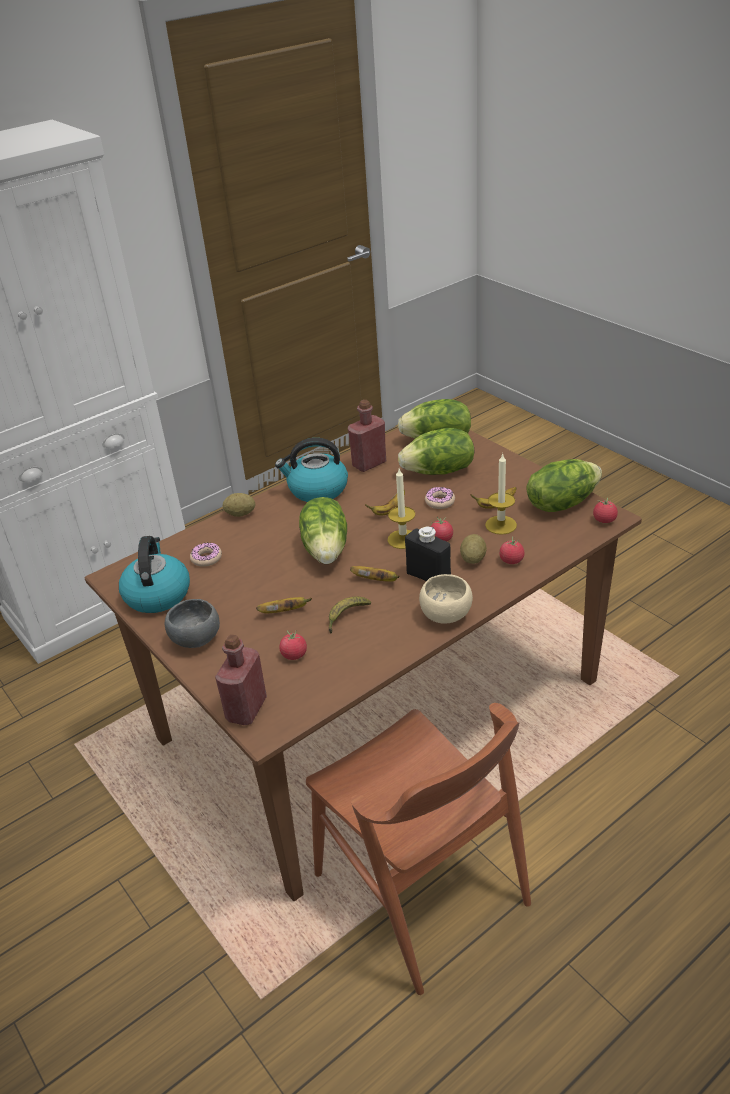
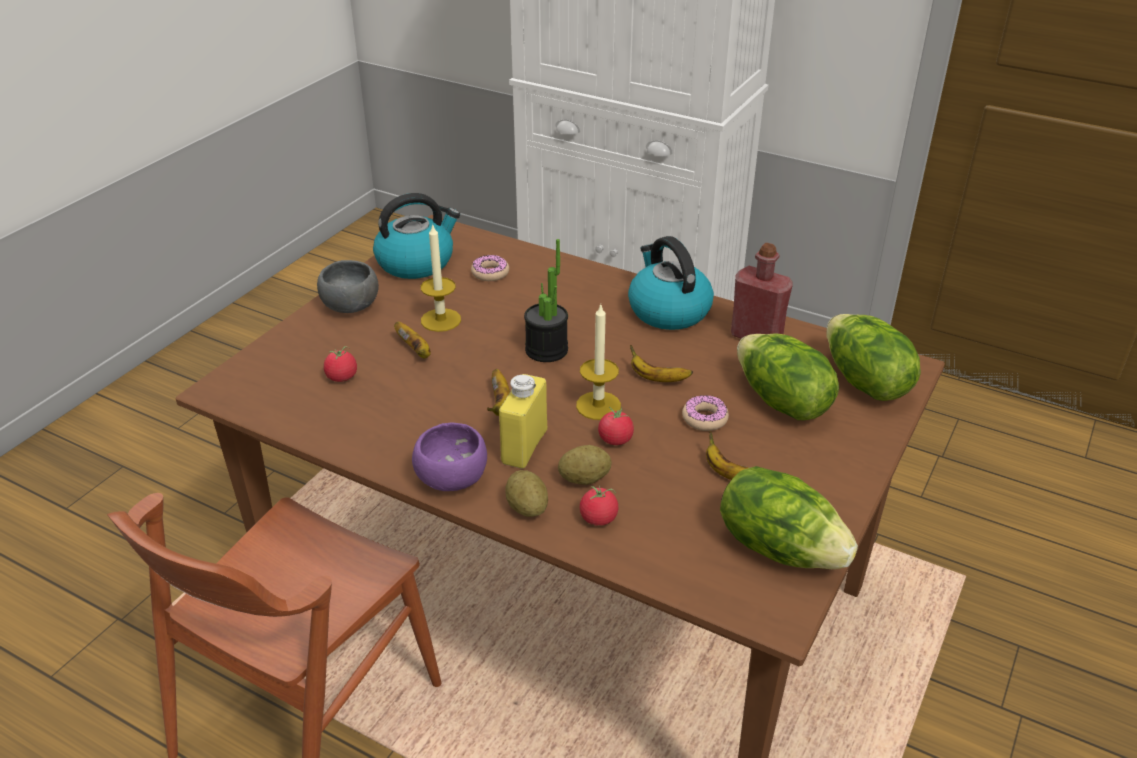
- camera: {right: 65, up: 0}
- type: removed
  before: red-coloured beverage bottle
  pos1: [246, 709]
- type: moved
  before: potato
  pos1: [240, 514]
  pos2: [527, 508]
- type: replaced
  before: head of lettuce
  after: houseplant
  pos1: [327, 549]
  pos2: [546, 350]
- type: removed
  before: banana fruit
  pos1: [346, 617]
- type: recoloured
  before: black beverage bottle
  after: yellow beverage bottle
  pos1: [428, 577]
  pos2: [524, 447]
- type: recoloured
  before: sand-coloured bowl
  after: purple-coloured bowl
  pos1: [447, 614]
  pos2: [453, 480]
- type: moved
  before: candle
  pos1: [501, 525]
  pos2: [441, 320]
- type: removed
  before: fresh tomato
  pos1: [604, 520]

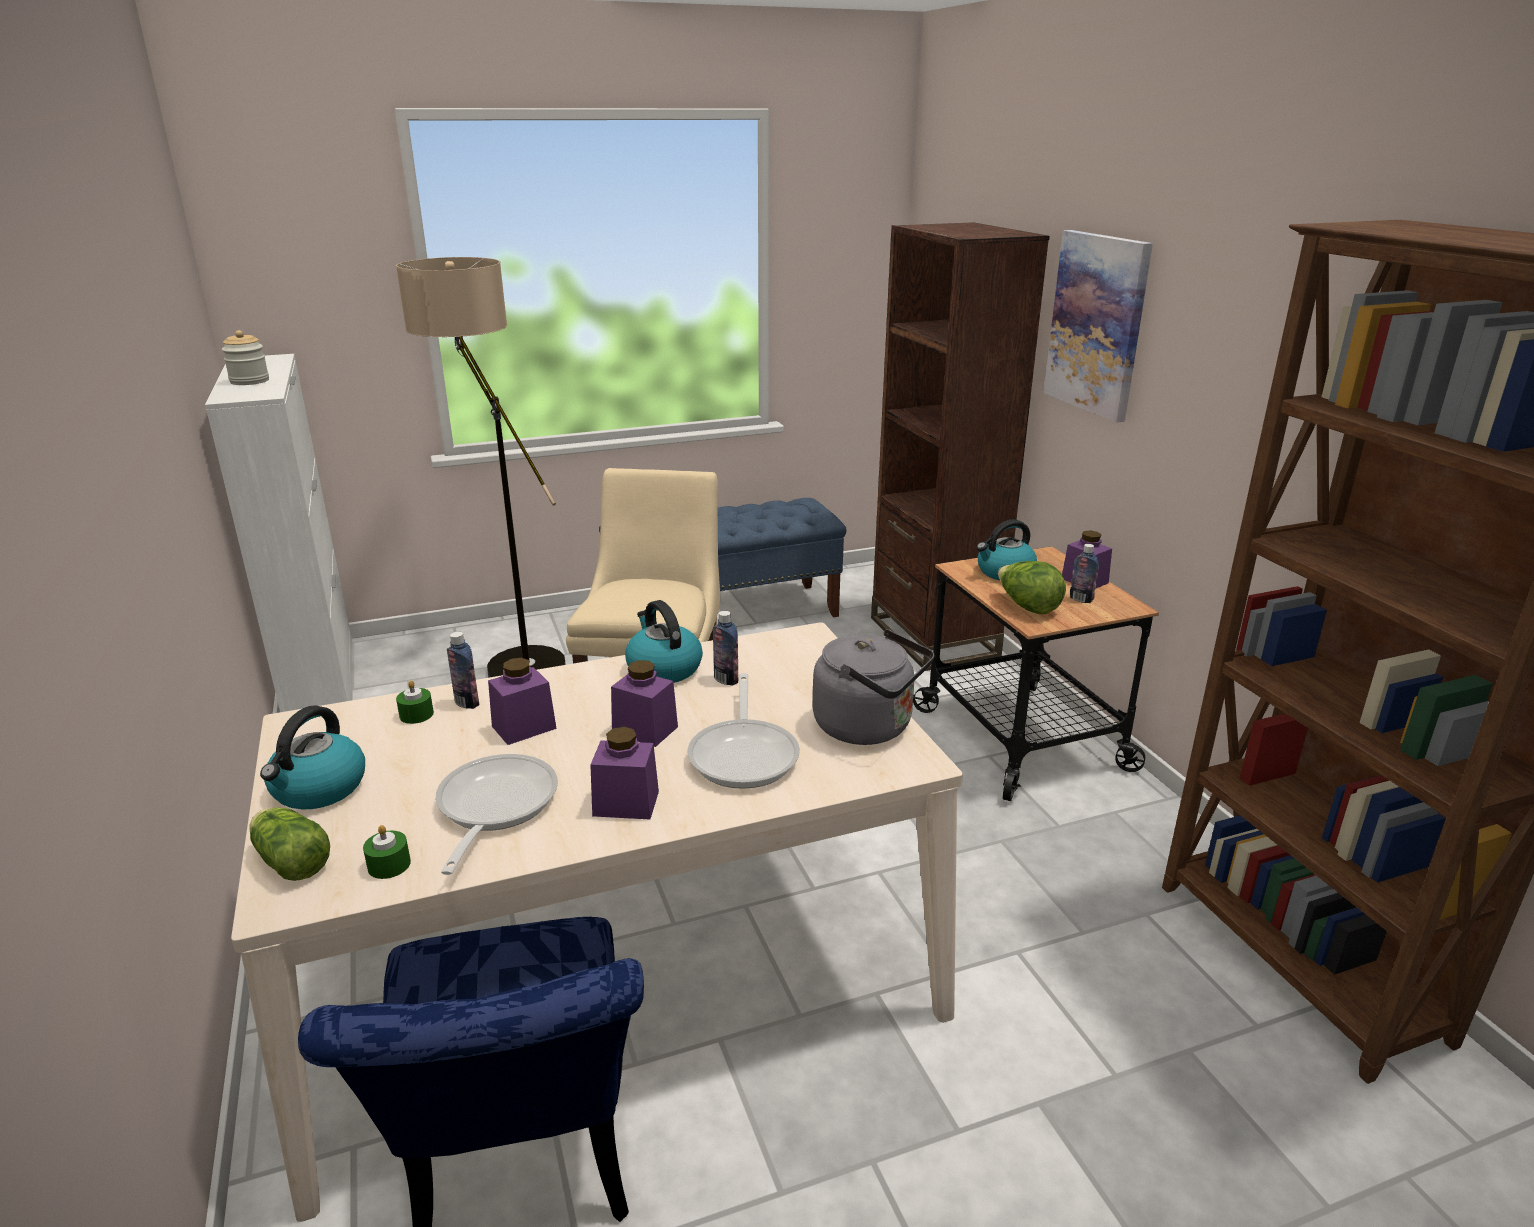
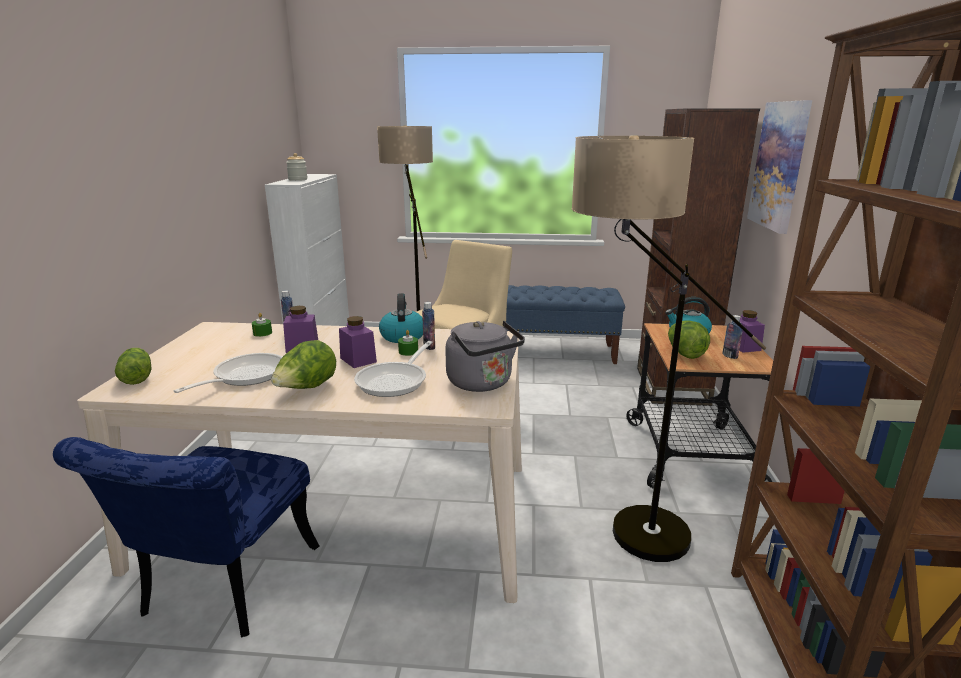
- camera: {right: 25, up: -5}
- type: removed
  before: tea kettle
  pos1: [318, 789]
- type: moved
  before: green candle
  pos1: [389, 865]
  pos2: [408, 352]
- type: replaced
  before: purple-coloured storage jar
  after: head of lettuce
  pos1: [626, 803]
  pos2: [307, 389]
- type: added
  after: floor lamp
  pos2: [621, 538]

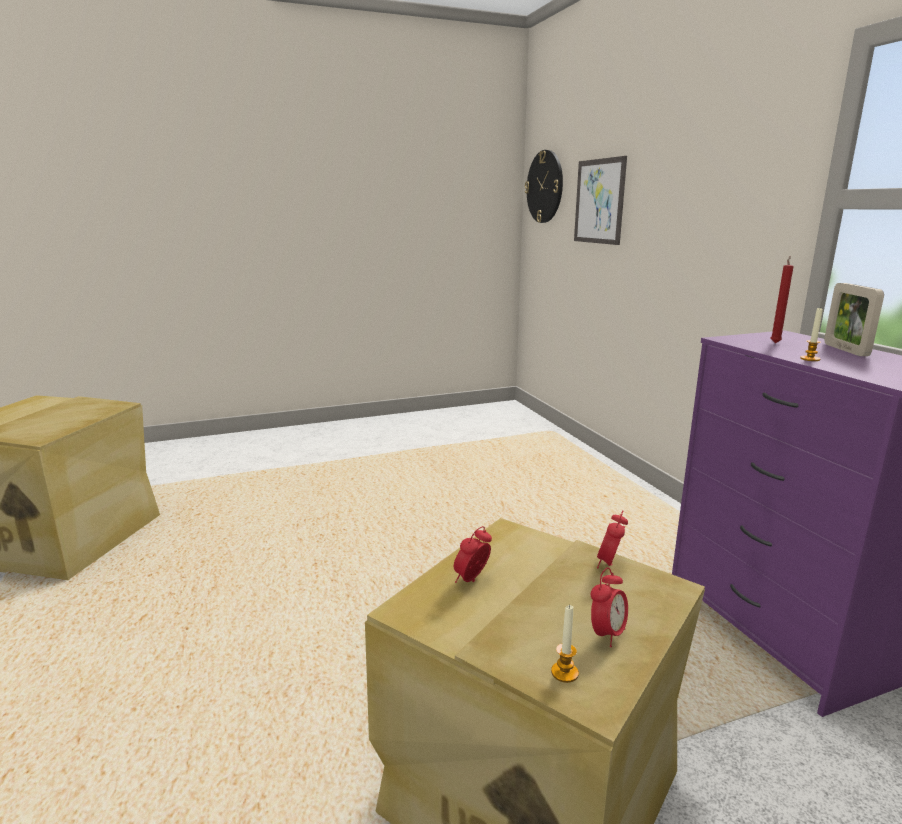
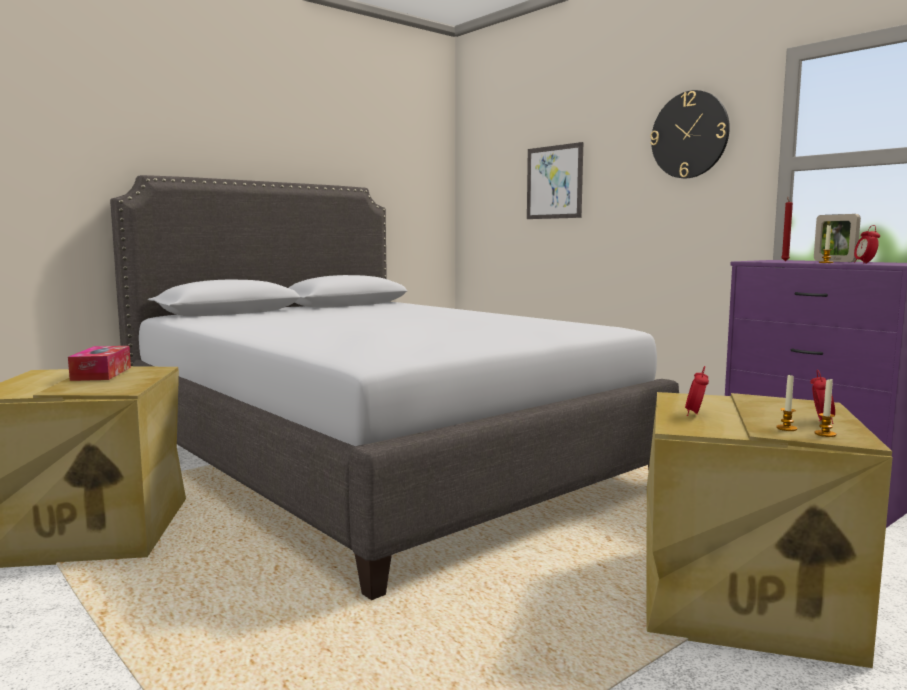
- camera: {right: -20, up: -10}
- type: moved
  before: hanging clock
  pos1: [545, 187]
  pos2: [689, 135]
- type: moved
  before: table clock
  pos1: [609, 564]
  pos2: [865, 263]
- type: added
  after: tissue holder
  pos2: [101, 373]
- type: added
  after: greyish bedroom bed
  pos2: [374, 461]
- type: added
  after: candle
  pos2: [786, 428]

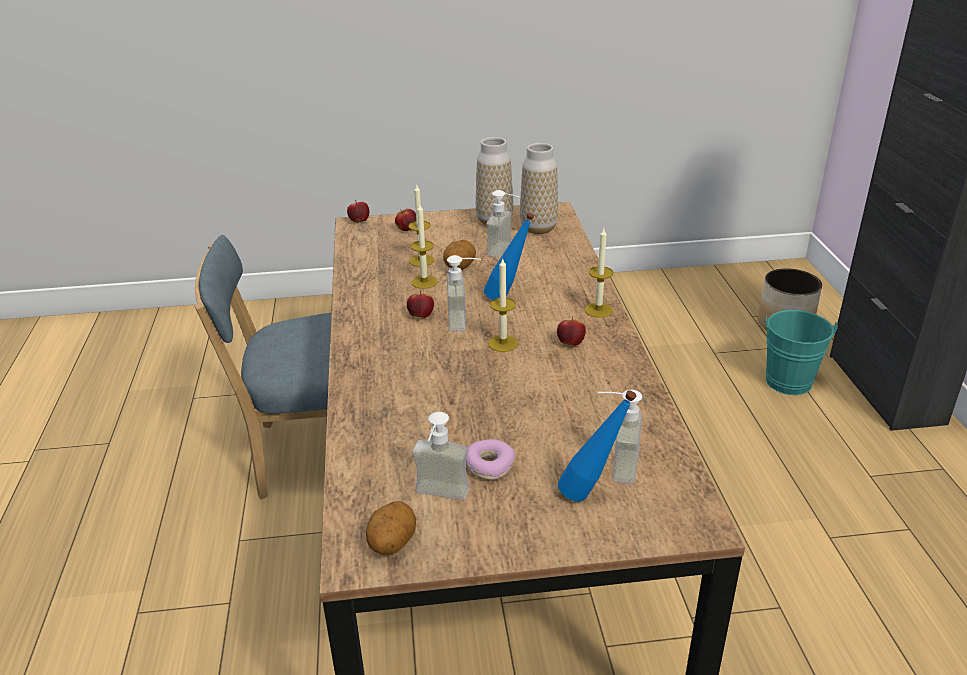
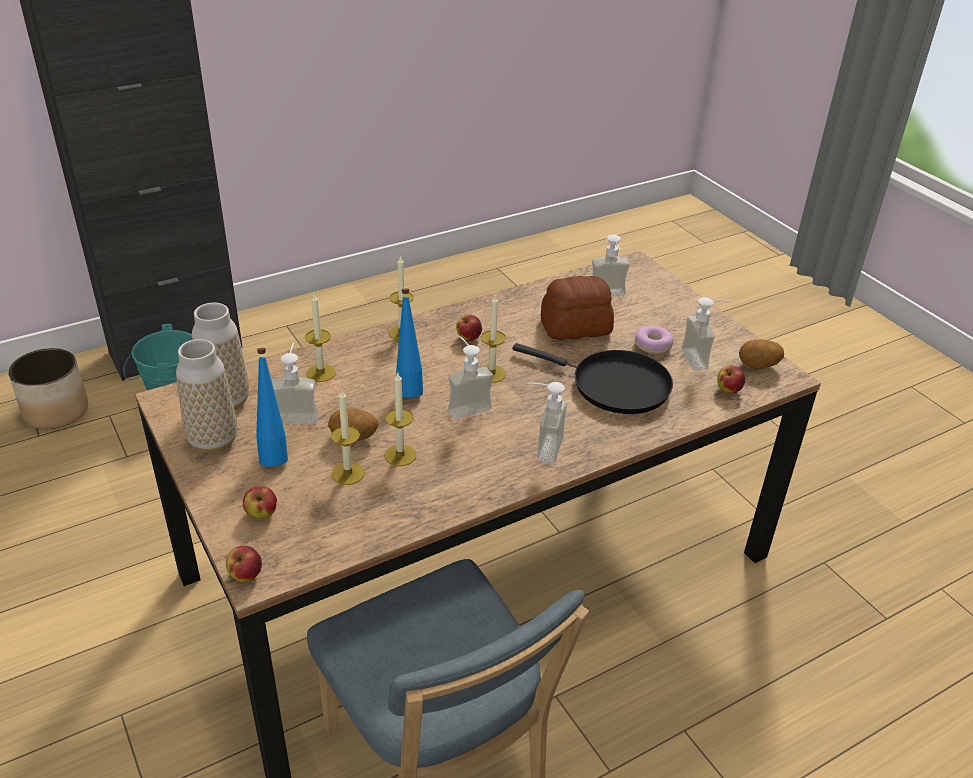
- camera: {right: -115, up: 5}
- type: moved
  before: whole apple
  pos1: [421, 316]
  pos2: [728, 390]
- type: moved
  before: blue-coloured beverage bottle
  pos1: [591, 495]
  pos2: [273, 454]
- type: added
  after: candle
  pos2: [321, 373]
- type: added
  after: black frying pan
  pos2: [614, 385]
- type: added
  after: soap bottle
  pos2: [541, 446]
- type: added
  after: bread
  pos2: [574, 327]

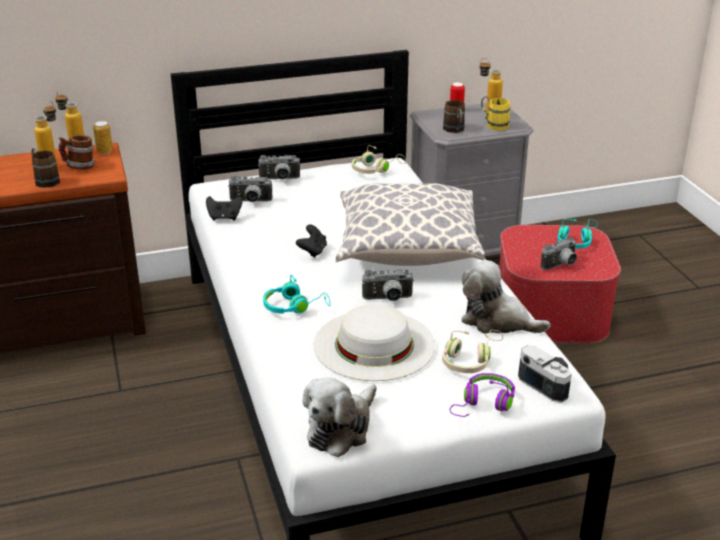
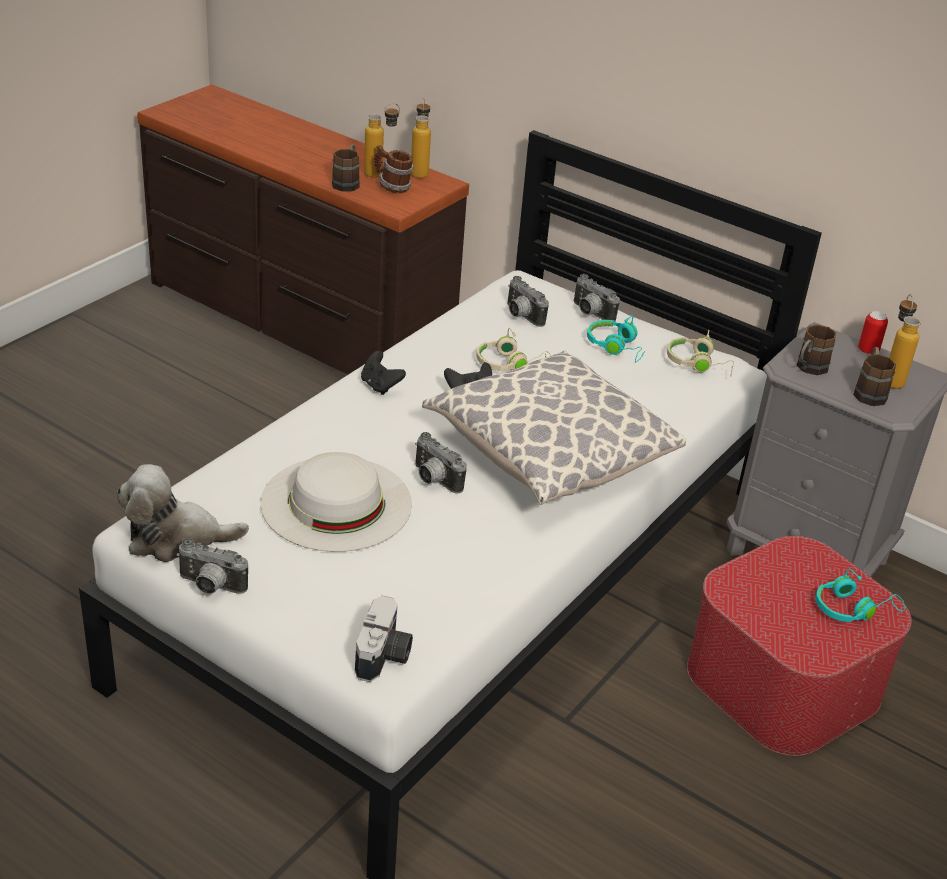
- camera: {right: 50, up: 5}
- type: removed
  before: sealed can
  pos1: [104, 151]
- type: moved
  before: black gamepad
  pos1: [224, 218]
  pos2: [380, 386]
- type: moved
  before: turquoise-coloured headphones
  pos1: [294, 306]
  pos2: [616, 347]
- type: moved
  before: sand-coloured headphones
  pos1: [470, 359]
  pos2: [510, 364]
- type: removed
  before: purple-coloured headphones
  pos1: [484, 404]
- type: removed
  before: plush toy
  pos1: [497, 321]
- type: recoloured
  before: yellow coffee mug
  after: brownish coffee mug
  pos1: [493, 125]
  pos2: [869, 392]
- type: moved
  before: photo camera
  pos1: [561, 265]
  pos2: [210, 587]

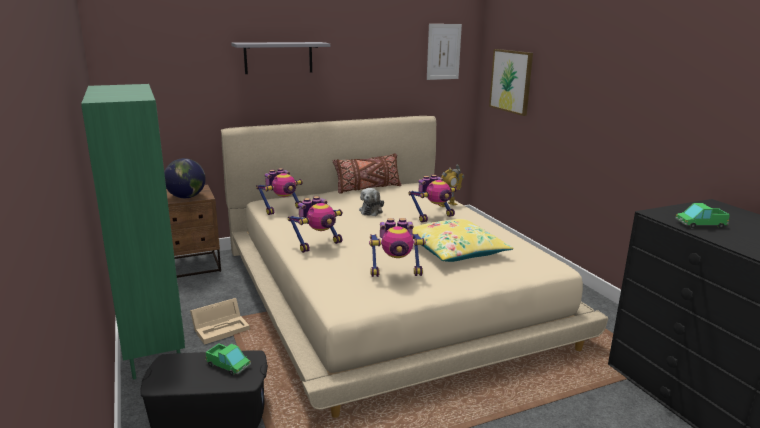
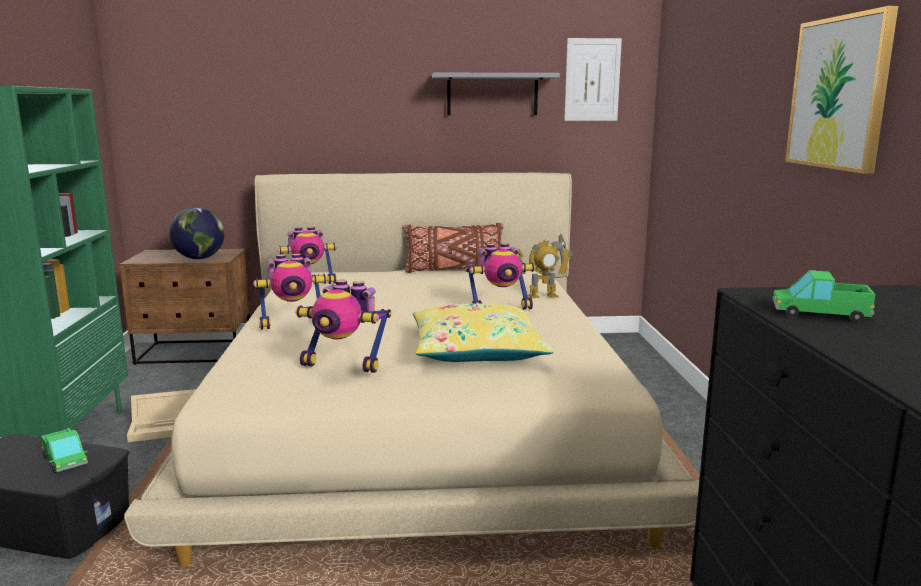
- camera: {right: 20, up: -5}
- type: moved
  before: greyish shelf
  pos1: [278, 57]
  pos2: [492, 94]
- type: removed
  before: plush toy
  pos1: [371, 211]
- type: moved
  before: wall art
  pos1: [511, 81]
  pos2: [839, 93]

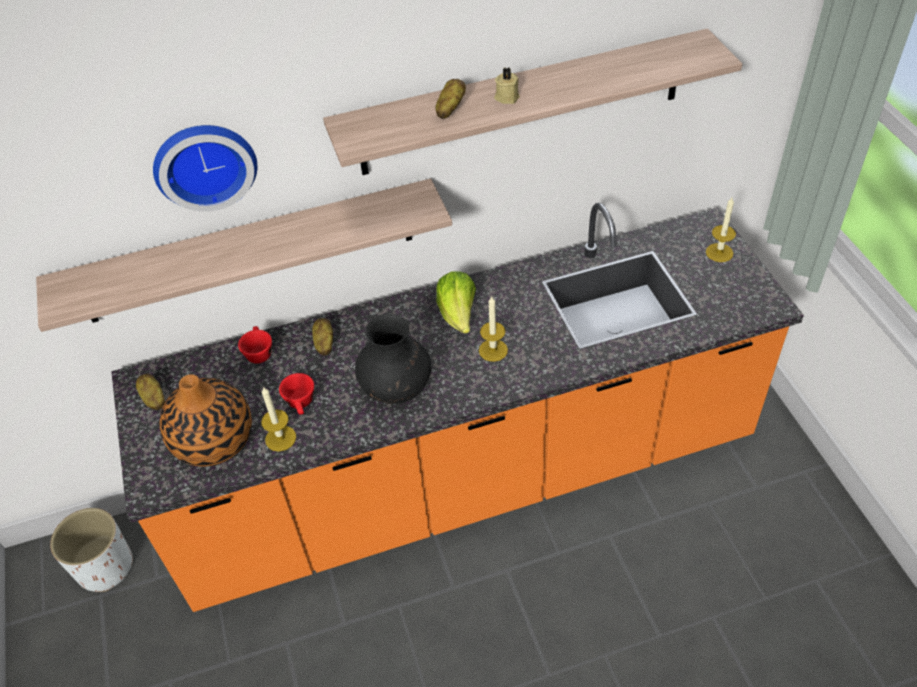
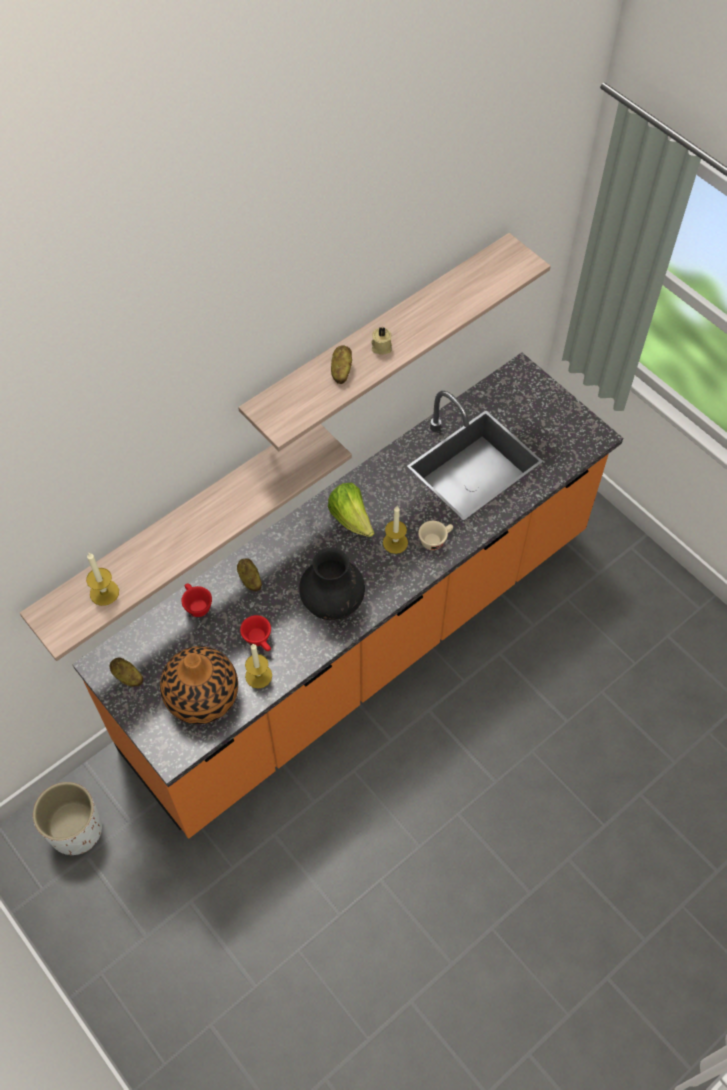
- camera: {right: -25, up: 10}
- type: removed
  before: hanging clock
  pos1: [204, 163]
- type: moved
  before: candle
  pos1: [719, 252]
  pos2: [104, 592]
- type: added
  after: sand-coloured small cup
  pos2: [435, 540]

